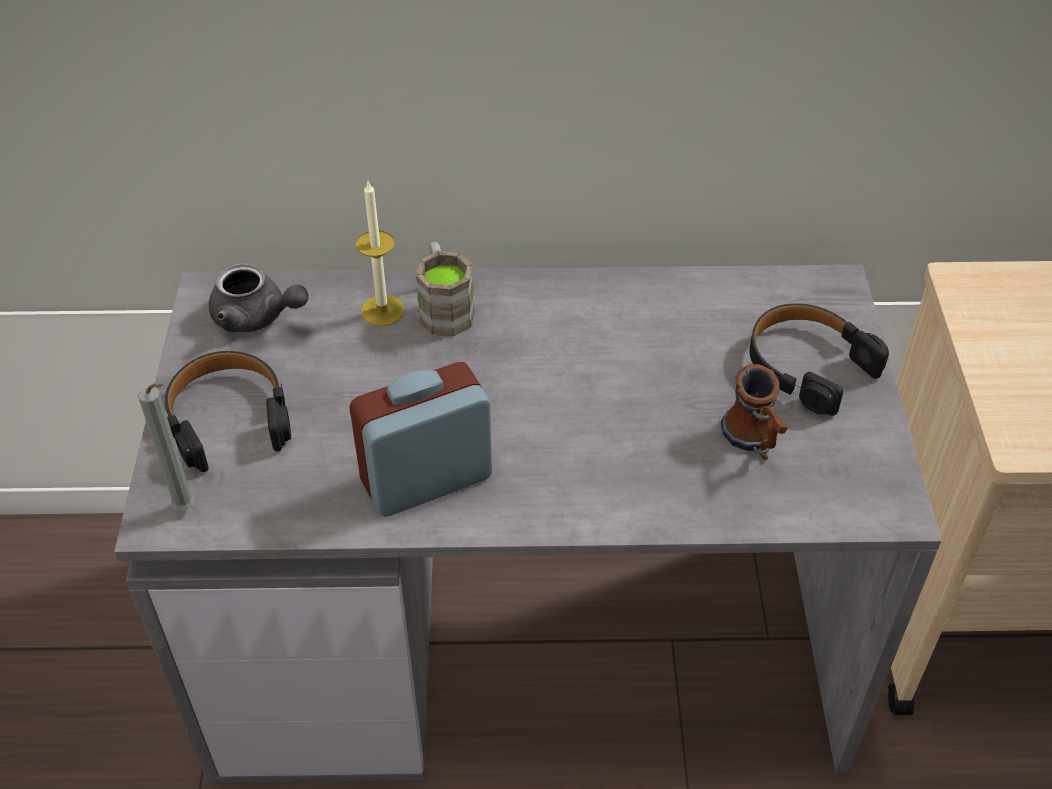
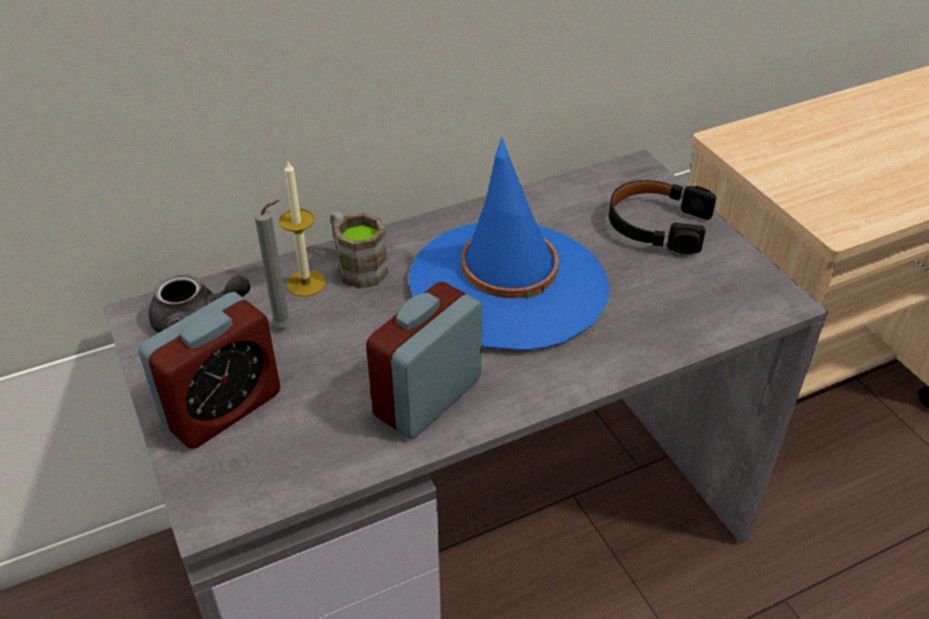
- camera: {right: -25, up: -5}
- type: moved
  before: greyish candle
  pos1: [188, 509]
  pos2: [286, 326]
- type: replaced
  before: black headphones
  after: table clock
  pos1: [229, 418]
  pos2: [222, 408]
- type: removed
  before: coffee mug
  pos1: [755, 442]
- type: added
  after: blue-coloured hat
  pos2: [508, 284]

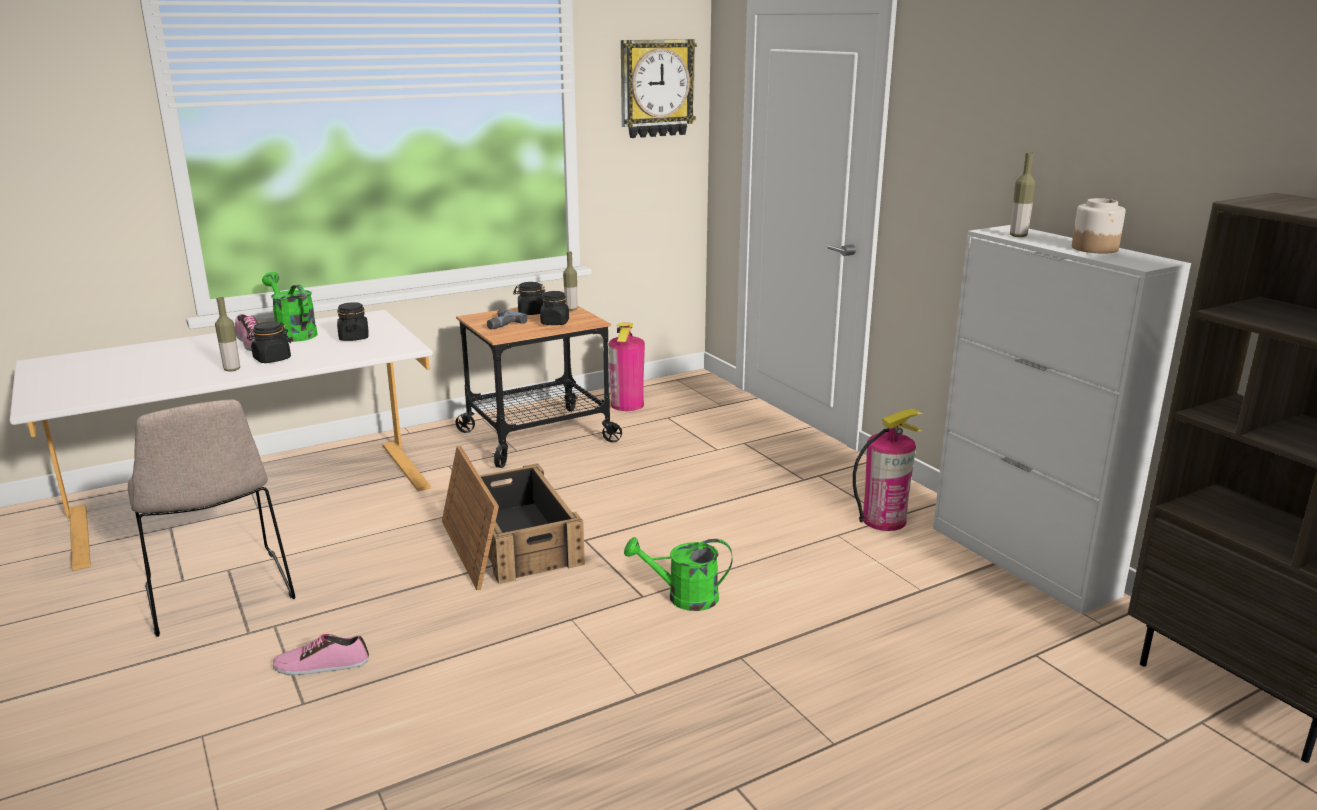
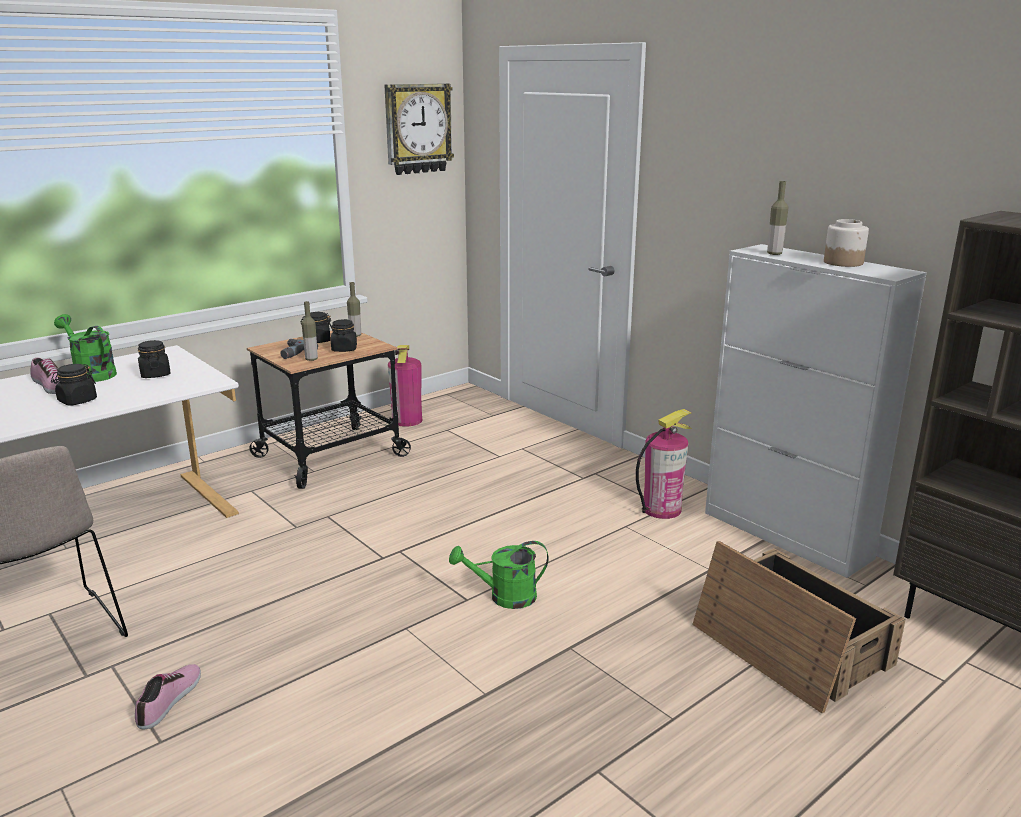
- camera: {right: -10, up: 0}
- type: moved
  before: beverage bottle
  pos1: [232, 369]
  pos2: [311, 359]
- type: turned
  before: shoe
  pos1: [321, 664]
  pos2: [170, 700]
  turn: 120
- type: moved
  before: crate
  pos1: [508, 543]
  pos2: [789, 645]

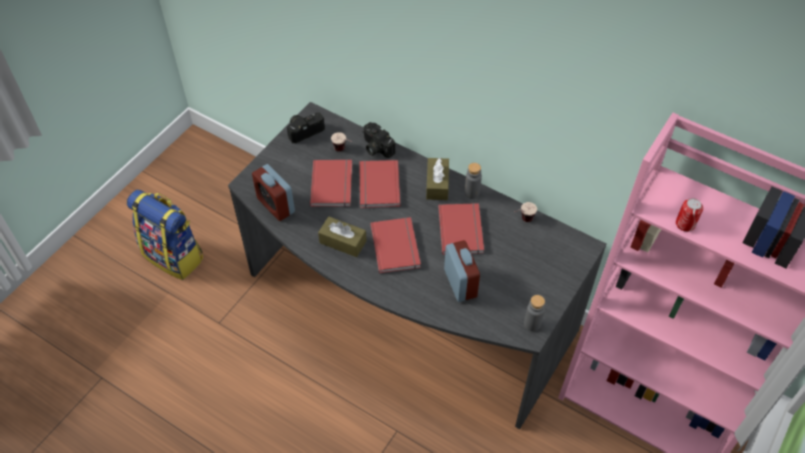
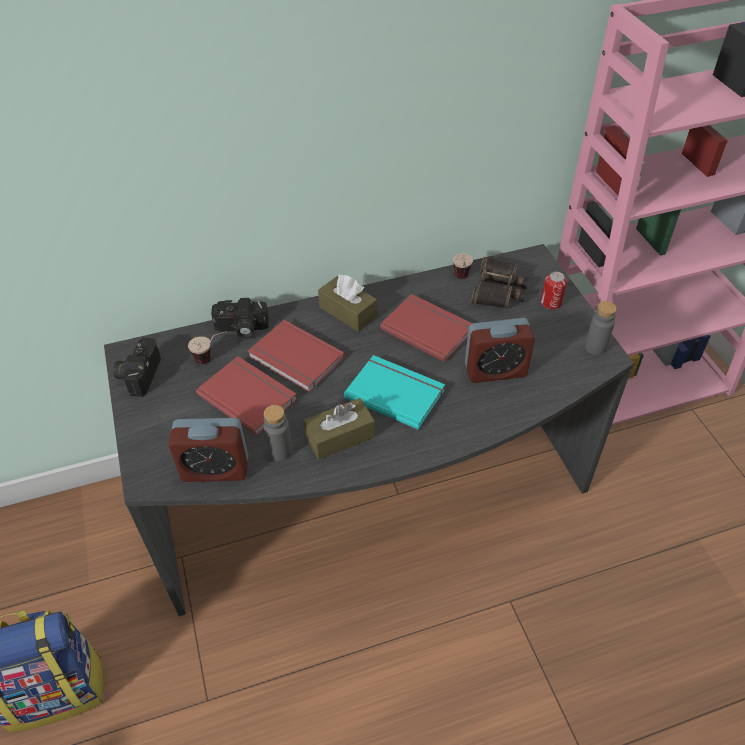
- camera: {right: -50, up: -5}
- type: recoloured
  before: red-coloured volume
  after: turquoise-coloured volume
  pos1: [397, 246]
  pos2: [395, 392]
- type: turned
  before: table clock
  pos1: [460, 283]
  pos2: [495, 370]
  turn: 150
- type: moved
  before: greyish beverage bottle
  pos1: [472, 193]
  pos2: [280, 451]
- type: moved
  before: sealed can
  pos1: [685, 224]
  pos2: [551, 303]
- type: added
  after: binoculars
  pos2: [499, 290]

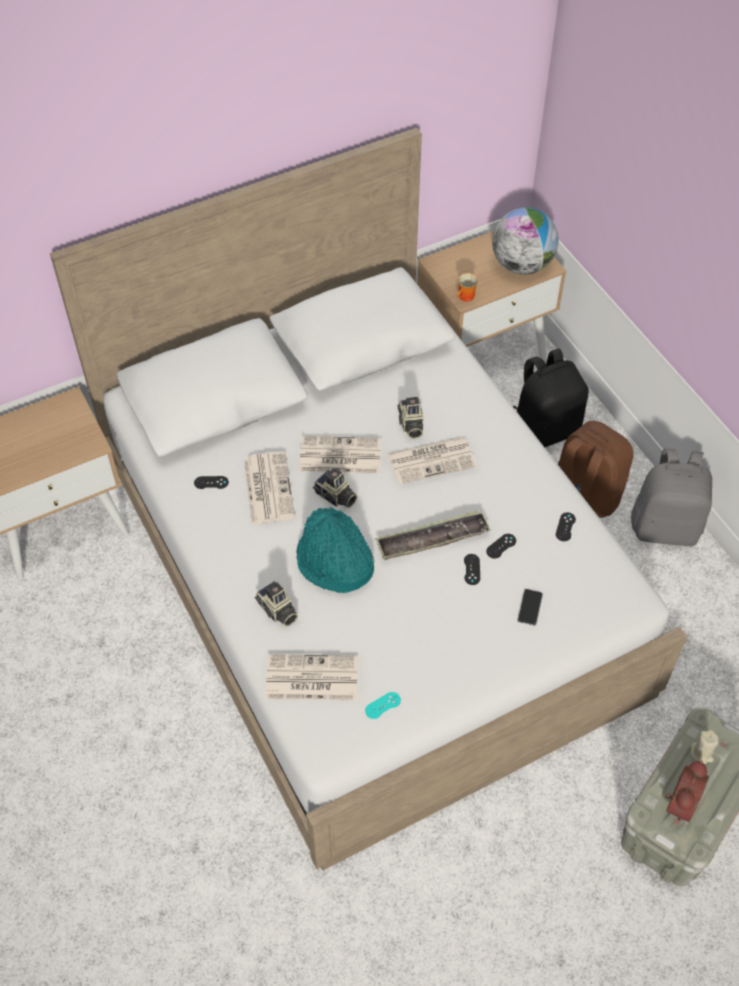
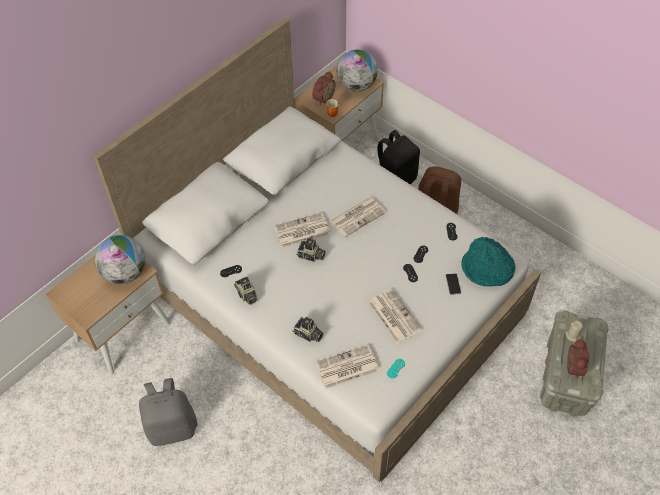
- camera: {right: -20, up: 0}
- type: moved
  before: newspaper
  pos1: [268, 487]
  pos2: [393, 316]
- type: moved
  before: turquoise-coloured hat
  pos1: [334, 563]
  pos2: [486, 270]
- type: removed
  before: serving tray
  pos1: [432, 539]
- type: moved
  before: photo camera
  pos1: [410, 425]
  pos2: [246, 295]
- type: moved
  before: greyish rucksack
  pos1: [665, 526]
  pos2: [172, 427]
- type: added
  after: globe
  pos2: [125, 273]
- type: added
  after: table clock
  pos2: [322, 98]

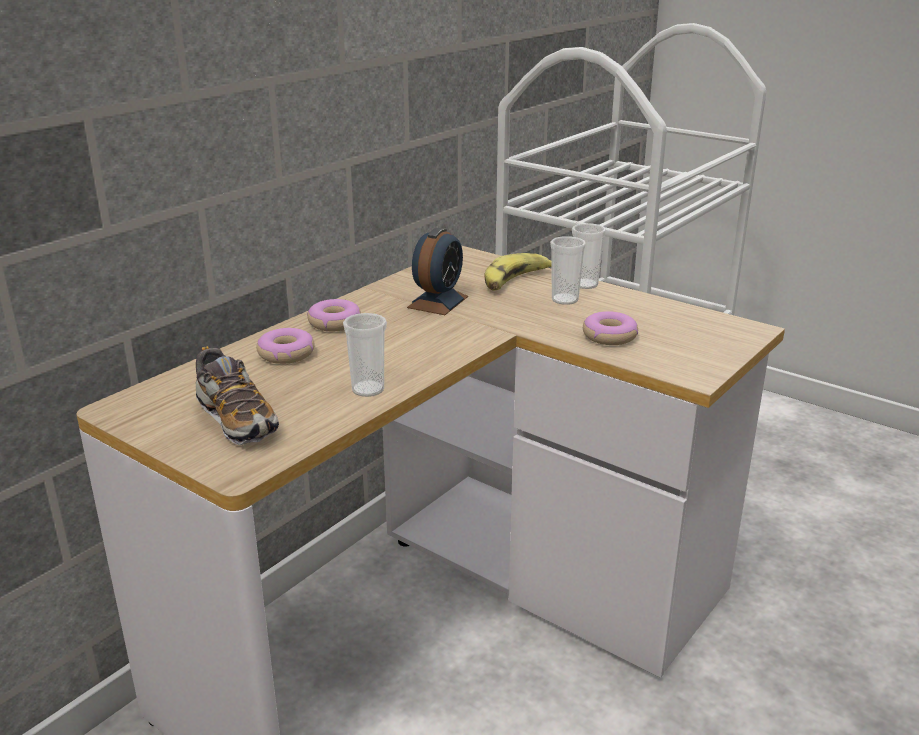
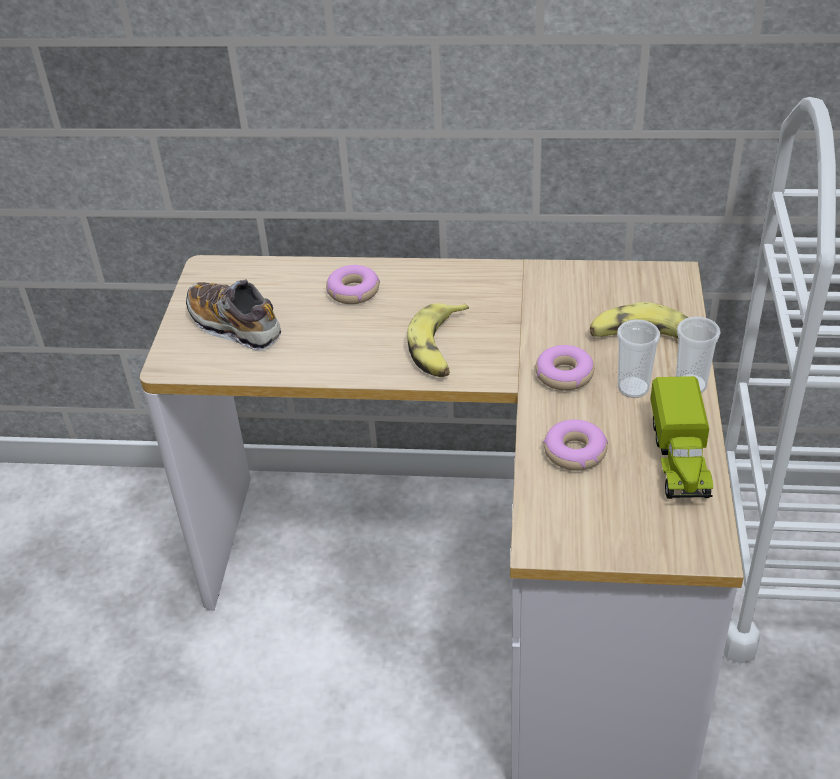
- camera: {right: 60, up: 15}
- type: turned
  before: shoe
  pos1: [236, 419]
  pos2: [234, 326]
  turn: 105
- type: moved
  before: doughnut
  pos1: [334, 323]
  pos2: [564, 374]
- type: removed
  before: small cup
  pos1: [368, 389]
- type: removed
  before: table clock
  pos1: [438, 302]
- type: added
  after: banana fruit
  pos2: [439, 348]
- type: added
  after: model truck
  pos2: [679, 460]

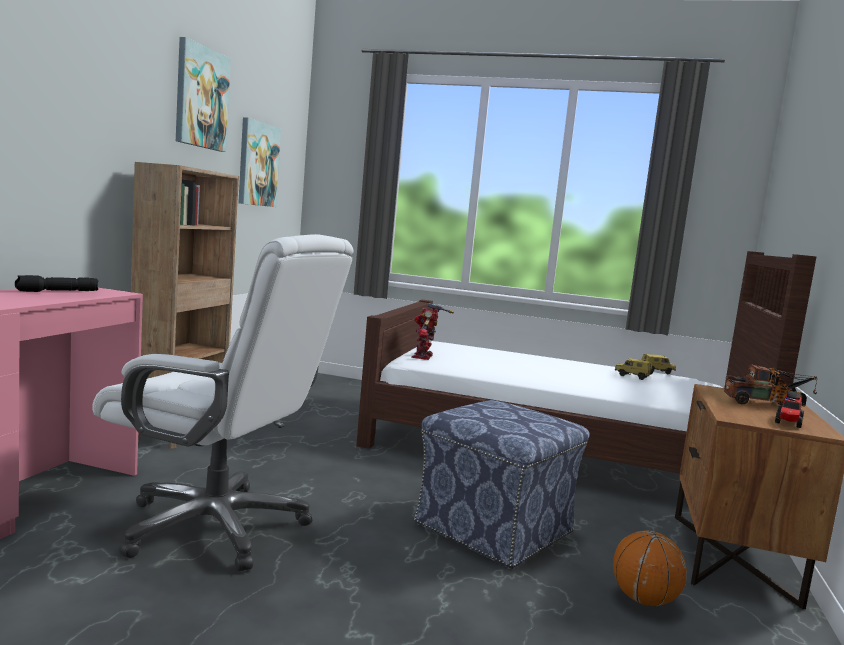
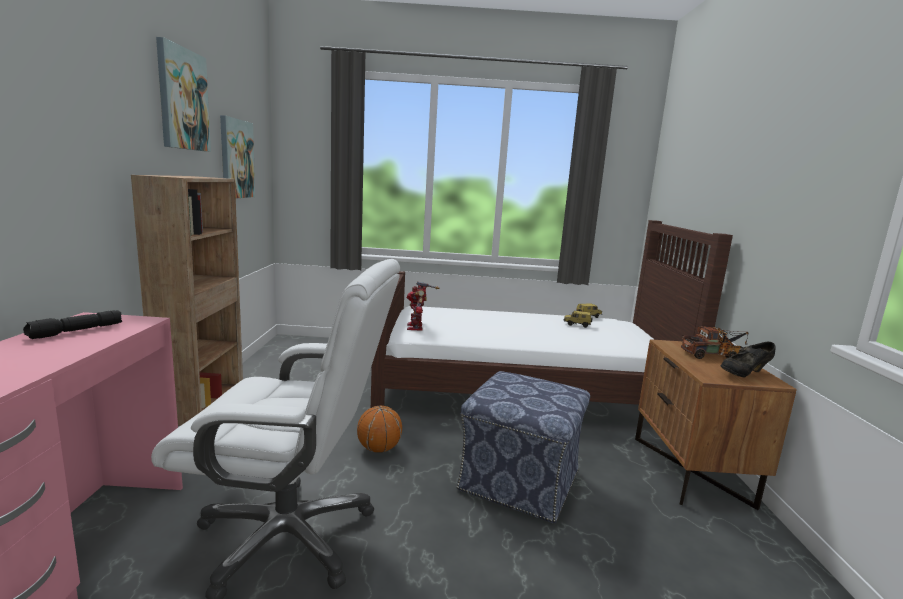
- camera: {right: -15, up: 5}
- type: moved
  before: ball for basketball
  pos1: [644, 600]
  pos2: [379, 449]
- type: replaced
  before: model truck
  after: black shoe
  pos1: [788, 422]
  pos2: [744, 374]

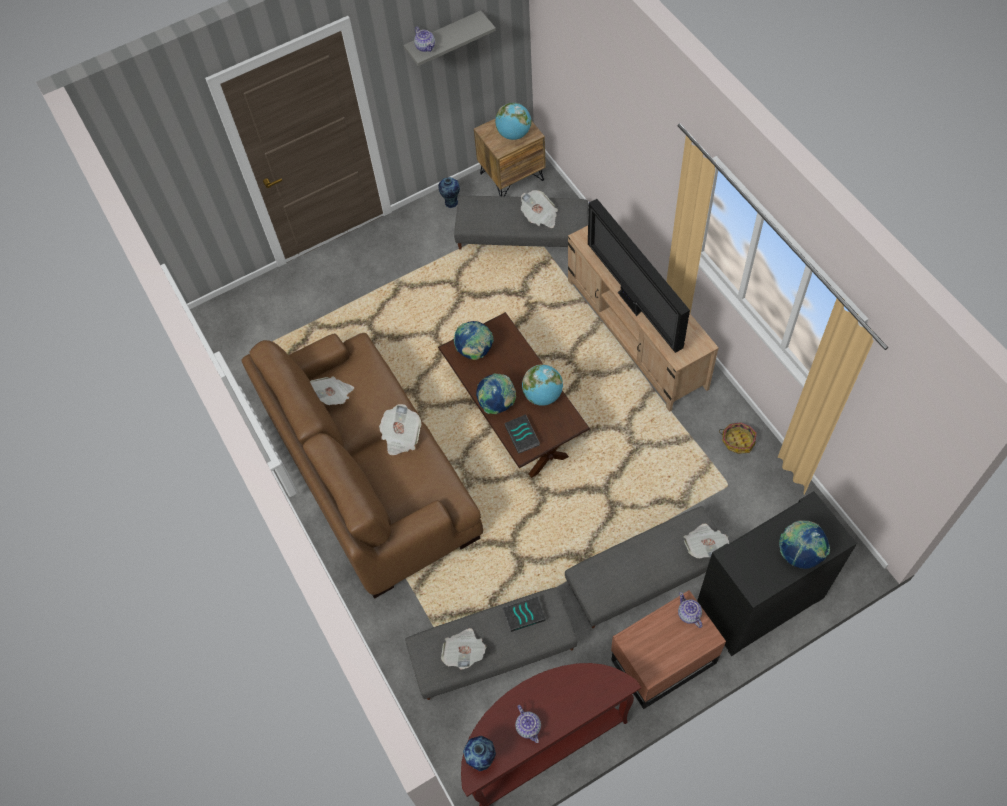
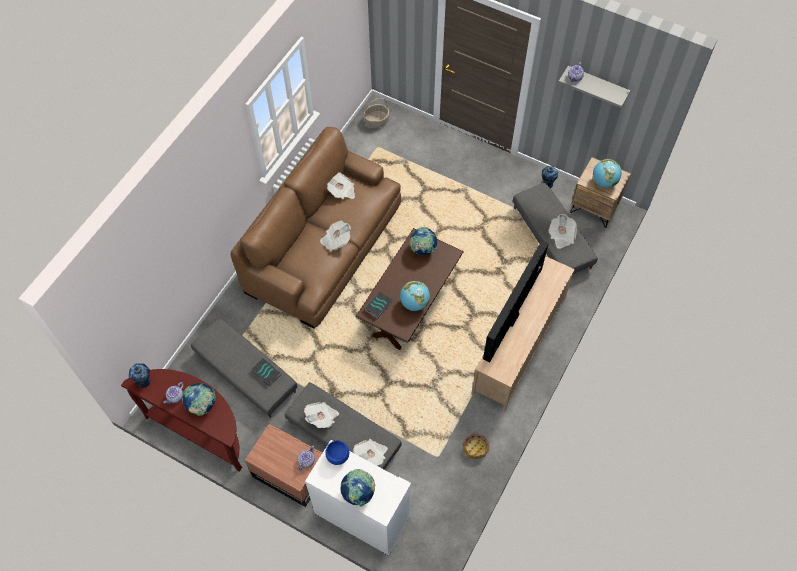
- camera: {right: 55, up: 0}
- type: moved
  before: newspaper
  pos1: [464, 652]
  pos2: [322, 418]
- type: moved
  before: globe
  pos1: [497, 404]
  pos2: [202, 405]
- type: recoloured
  before: black cupboard
  after: white-coloured cupboard
  pos1: [759, 603]
  pos2: [361, 515]
- type: added
  after: blue-coloured bowl
  pos2: [338, 456]
- type: added
  after: storage basket
  pos2: [376, 121]

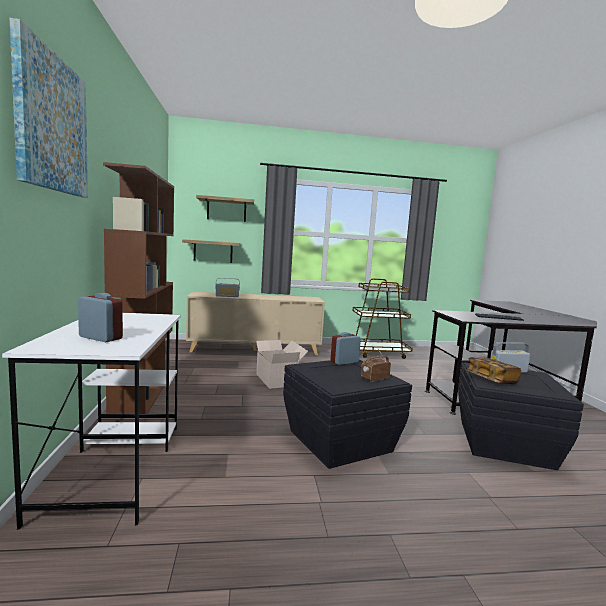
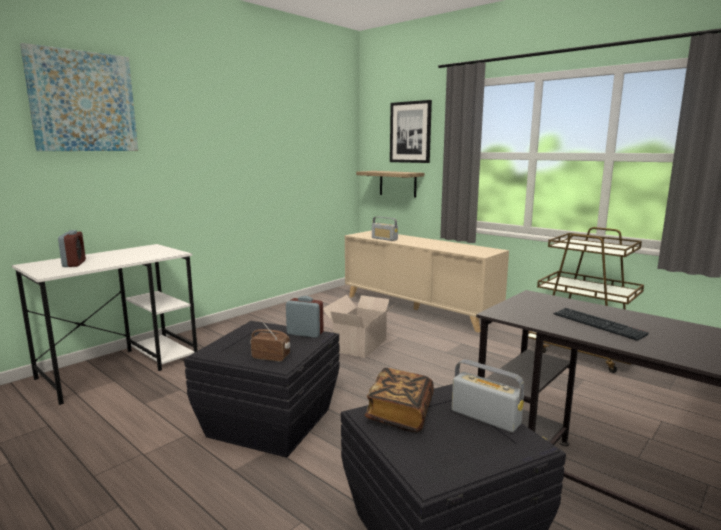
- camera: {right: 50, up: 5}
- type: removed
  before: brownish shelving unit
  pos1: [143, 392]
- type: replaced
  before: shelf
  after: wall art
  pos1: [226, 210]
  pos2: [410, 132]

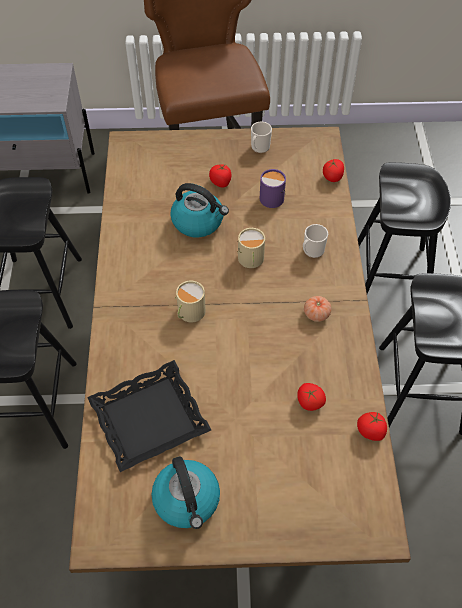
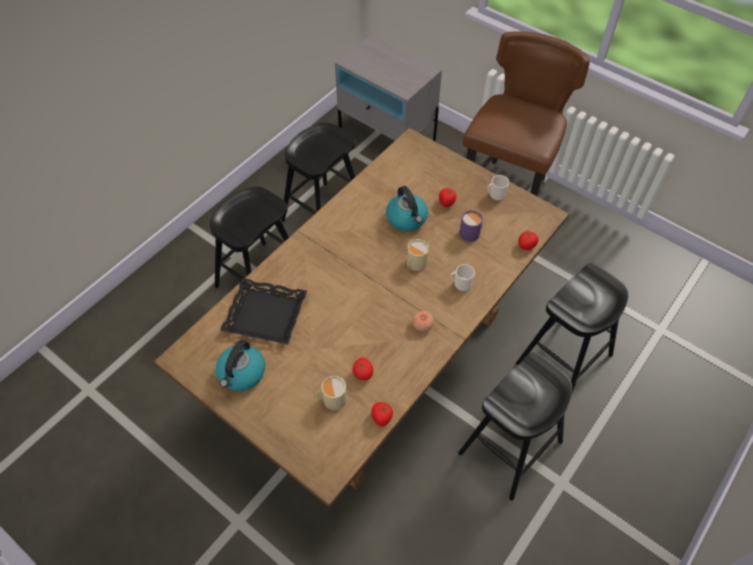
- camera: {right: 40, up: 0}
- type: moved
  before: sand-coloured coffee mug
  pos1: [189, 312]
  pos2: [332, 399]

